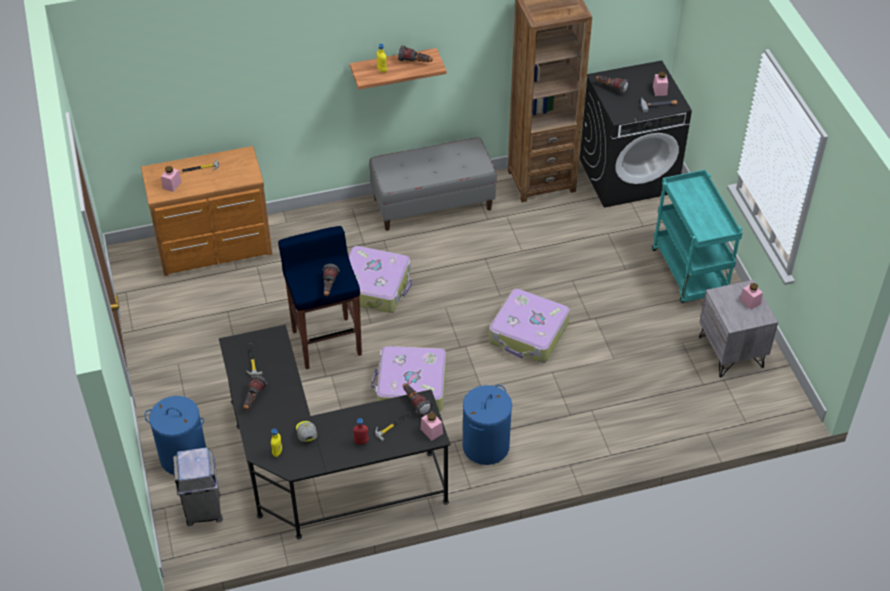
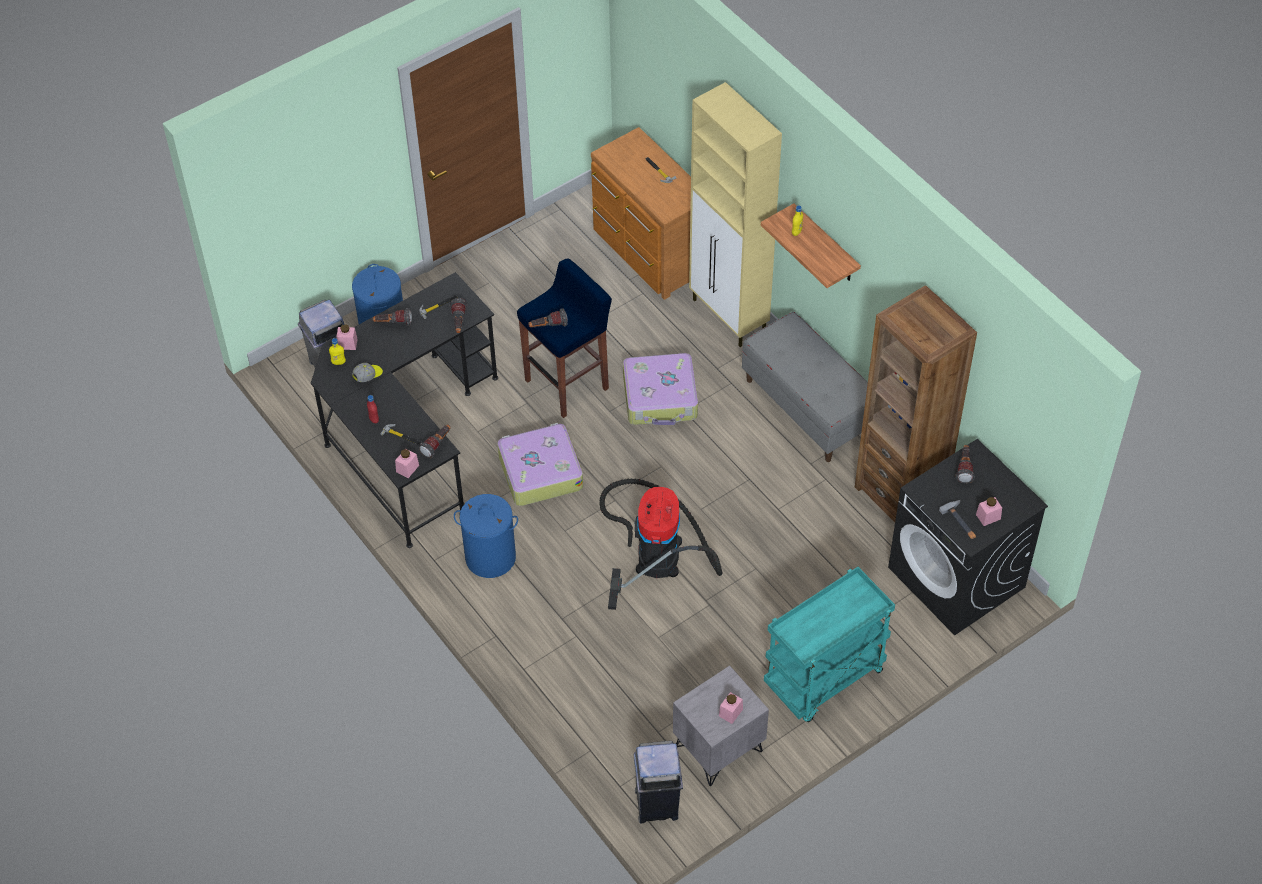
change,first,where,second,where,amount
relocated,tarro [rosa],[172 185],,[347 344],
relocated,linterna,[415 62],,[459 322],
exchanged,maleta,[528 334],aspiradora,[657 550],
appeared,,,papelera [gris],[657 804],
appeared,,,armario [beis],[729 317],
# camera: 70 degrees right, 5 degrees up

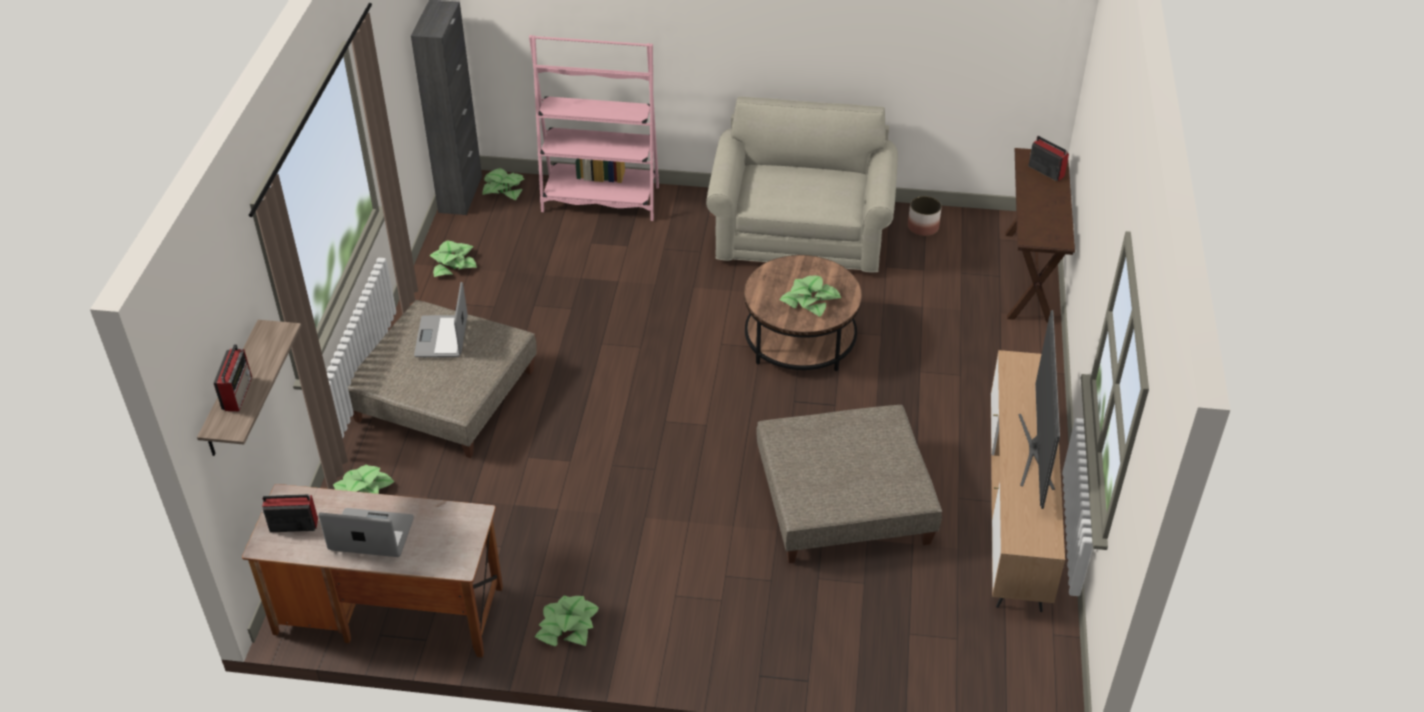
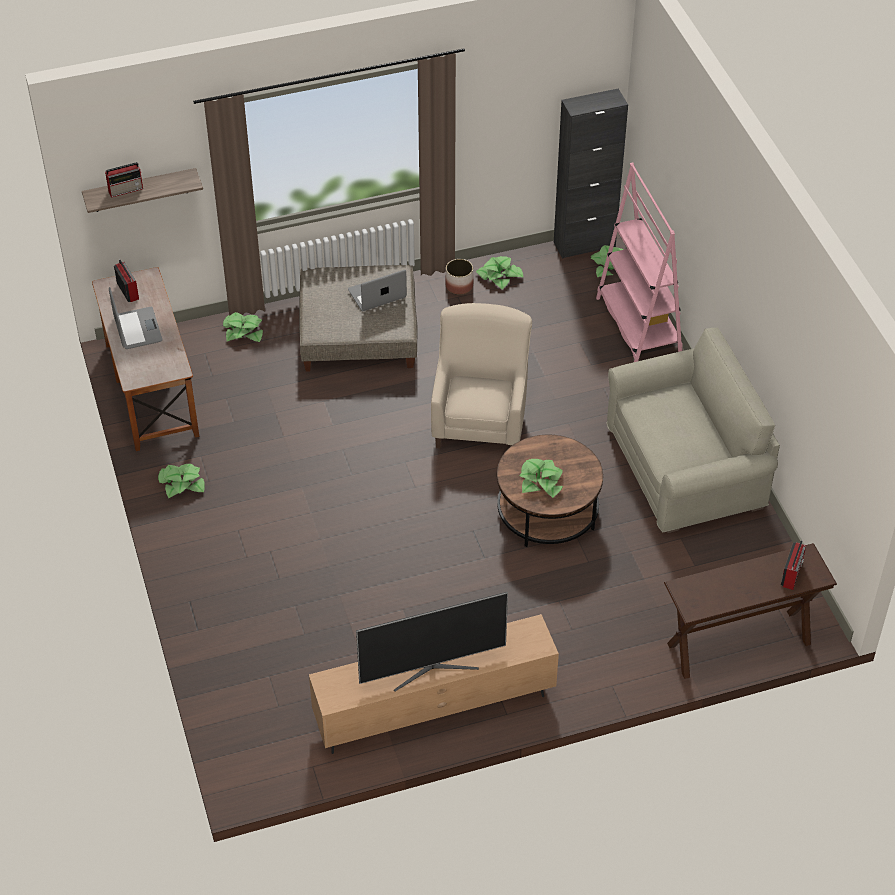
change,first,where,second,where,amount
missing,puf [beis],[843 501],,,
relocated,maceta,[923 227],,[459 286],
appeared,,,sillón [beis],[480 417],
# camera: 65 degrees right, 5 degrees up

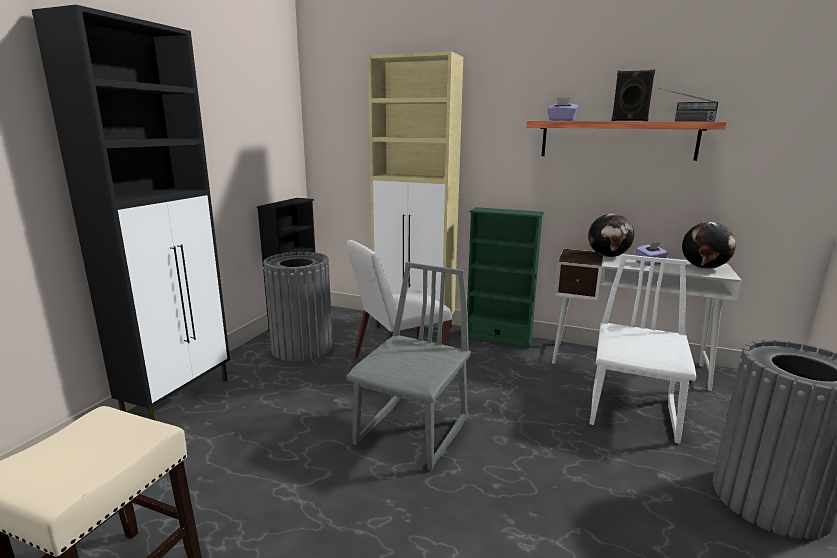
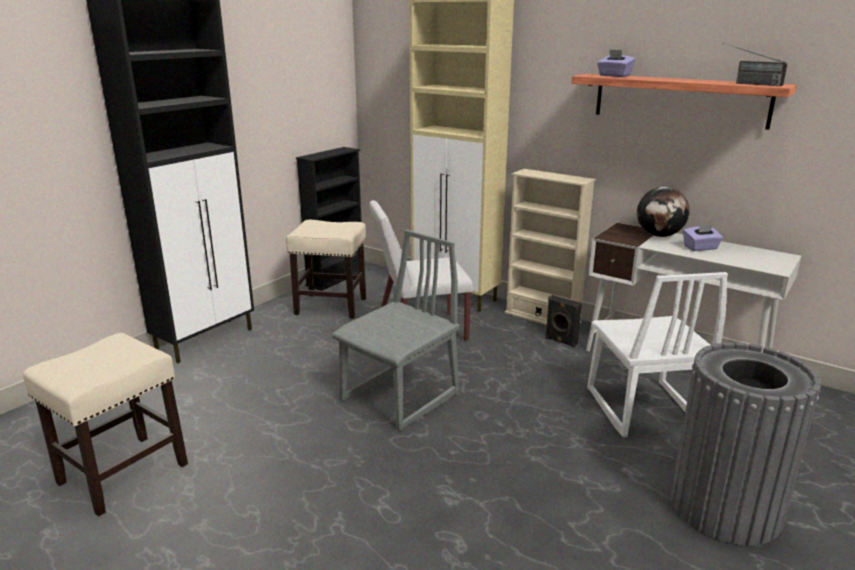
change,first,where,second,where,amount
exchanged,papelera [gris],[302 347],taburete [beis],[332 306],
colour,estantería [verde],[498 338],estantería [beis],[542 318],
spun,silla [blanco],[633 412],,[642 409],135 degrees clockwise
relocated,altavoz [negro],[629 121],,[560 341],
missing,globo terráqueo,[703 267],,,
# camera: 15 degrees right, 5 degrees up

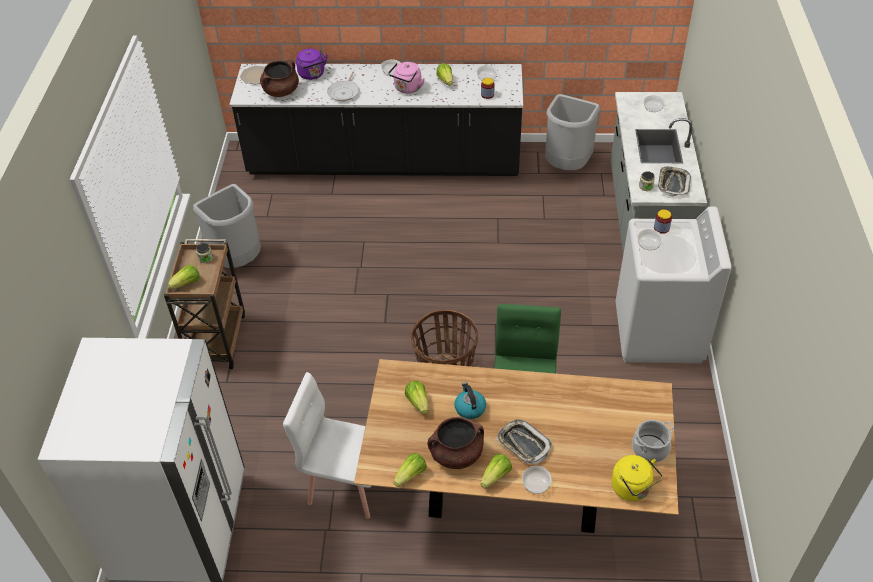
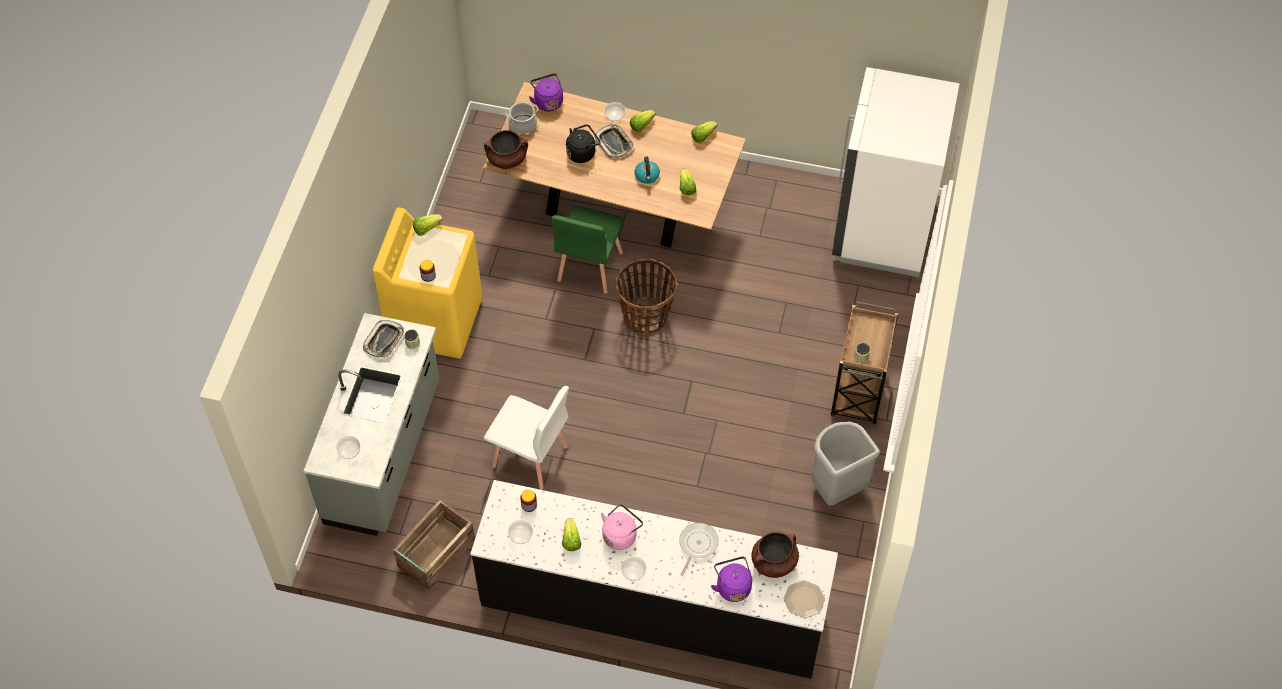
change,first,where,second,where,amount
relocated,lechuga,[187 283],,[426 228],
relocated,silla [blanco],[347 484],,[530 457],
relocated,olla [marrón],[456 454],,[507 159],
exchanged,papelera [gris],[566 166],caja de embalaje,[435 554],
colour,hervidor [amarillo],[633 488],hervidor [morado],[547 101],
colour,lavadora [blanco],[659 333],lavadora [amarillo],[435 321],
missing,cuenco,[649 244],,,
appeared,,,hervidor [negro],[582 153],
# camera: 170 degrees left, 10 degrees up

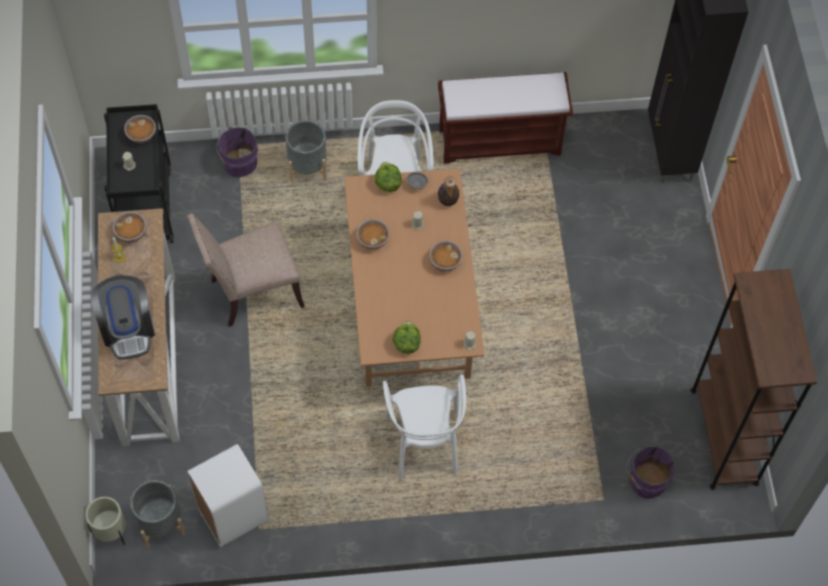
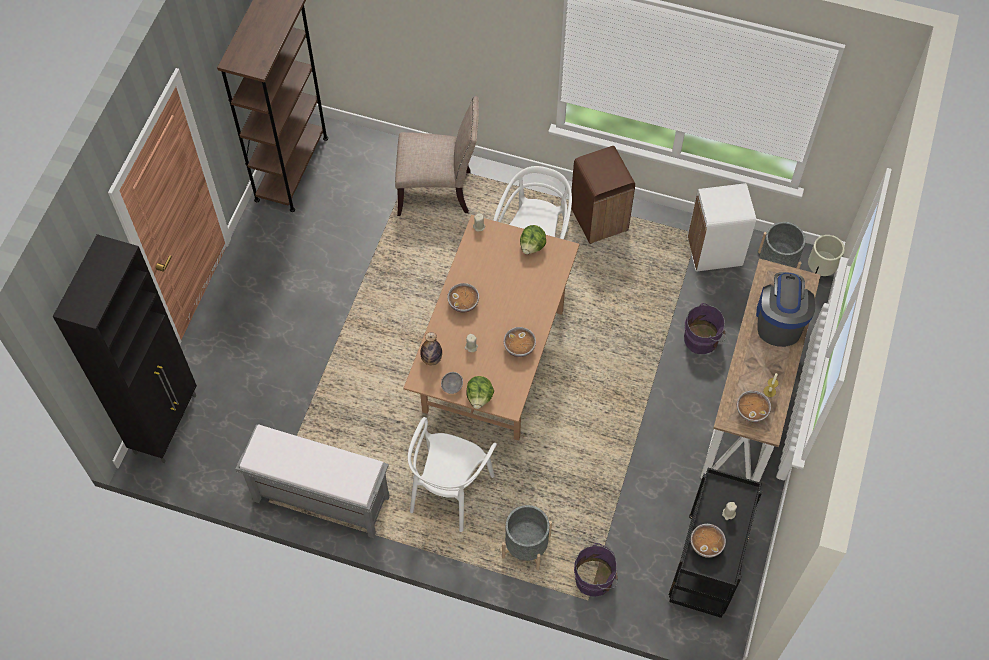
change,first,where,second,where,amount
relocated,silla [beis],[252 292],,[438 191],
colour,banco [marrón],[501 141],banco [gris],[320 499],
relocated,cubo [morado],[646 481],,[702 339],
appeared,,,papelera [marrón],[599 219],
# camera: 155 degrees left, 0 degrees up

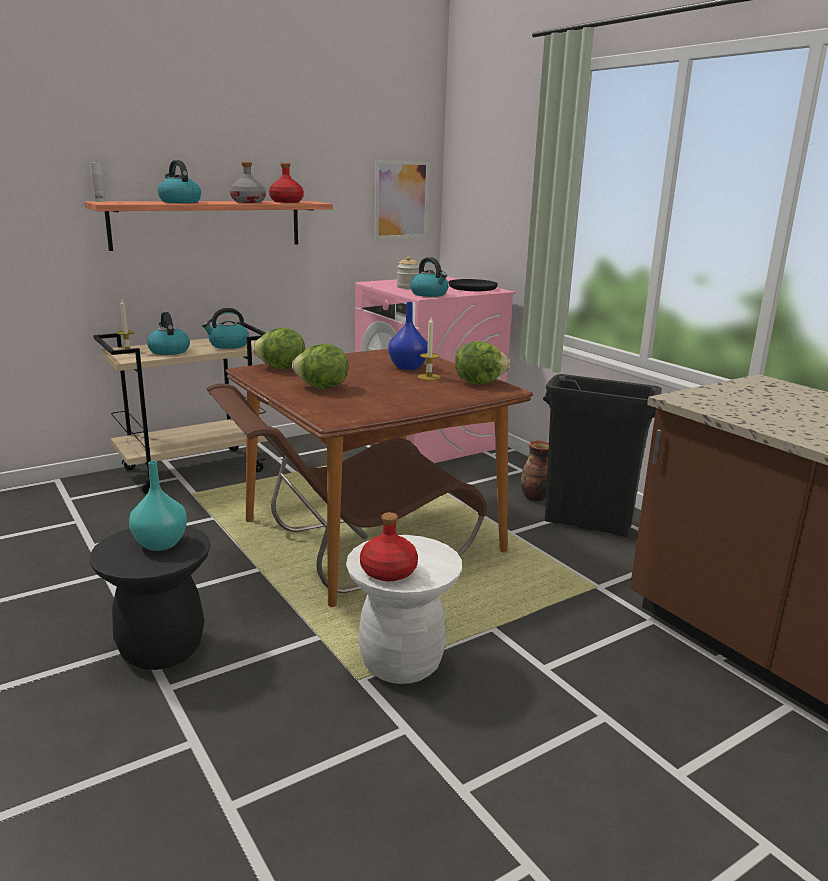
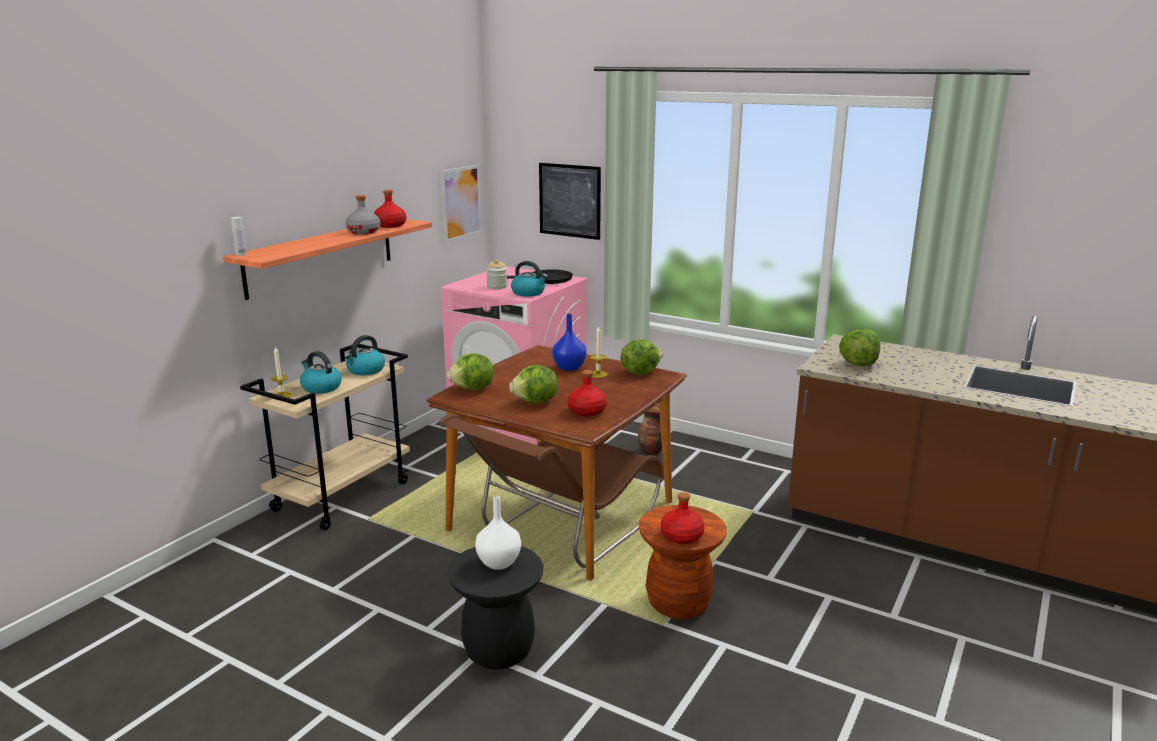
change,first,where,second,where,amount
colour,florero [turquesa],[161 543],florero [blanco],[499 562],
missing,hervidor,[179 202],,,
colour,taburete [blanco],[401 662],taburete [marrón],[678 603],
missing,papelera [negro],[588 524],,,
appeared,,,cuadro,[569 200],
appeared,,,botella [rojo],[587 411],
appeared,,,lechuga,[858 364],
# camera: 25 degrees left, 0 degrees up

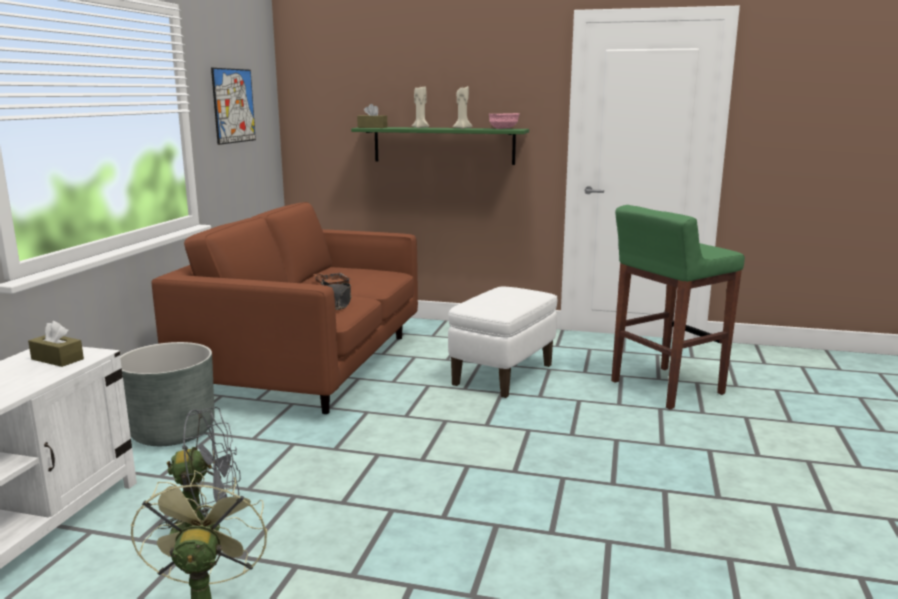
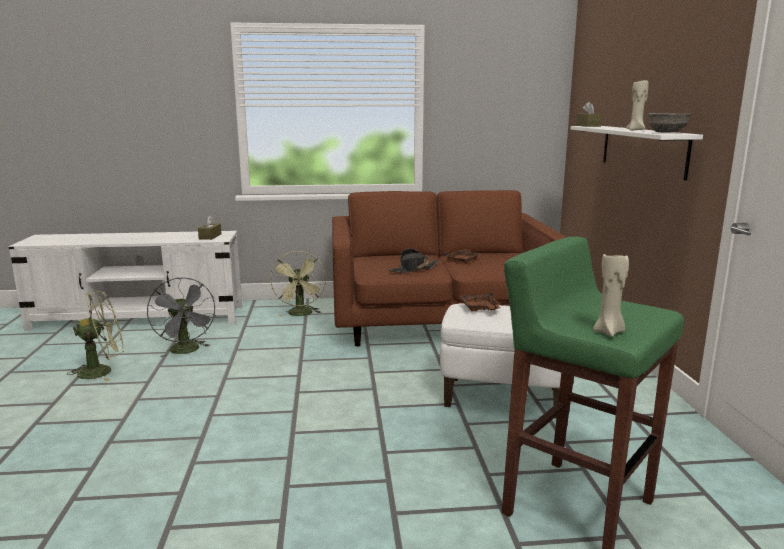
change,first,where,second,where,amount
exchanged,maceta [gris],[172 432],ventilador [verde],[301 314],
missing,cuadro,[233 106],,,
colour,estante [verde],[443 145],estante [blanco],[642 150],
relocated,vela [beis],[420 128],,[609 332],
colour,cuenco [rosa],[503 129],cuenco [gris],[666 132],
appeared,,,bandeja [marrón],[480 309],
# camera: 70 degrees right, 0 degrees up

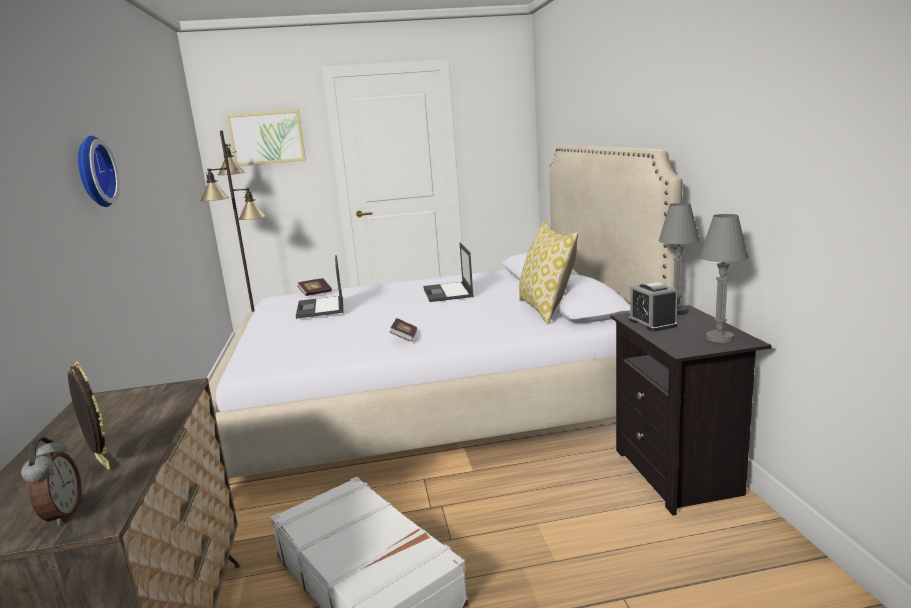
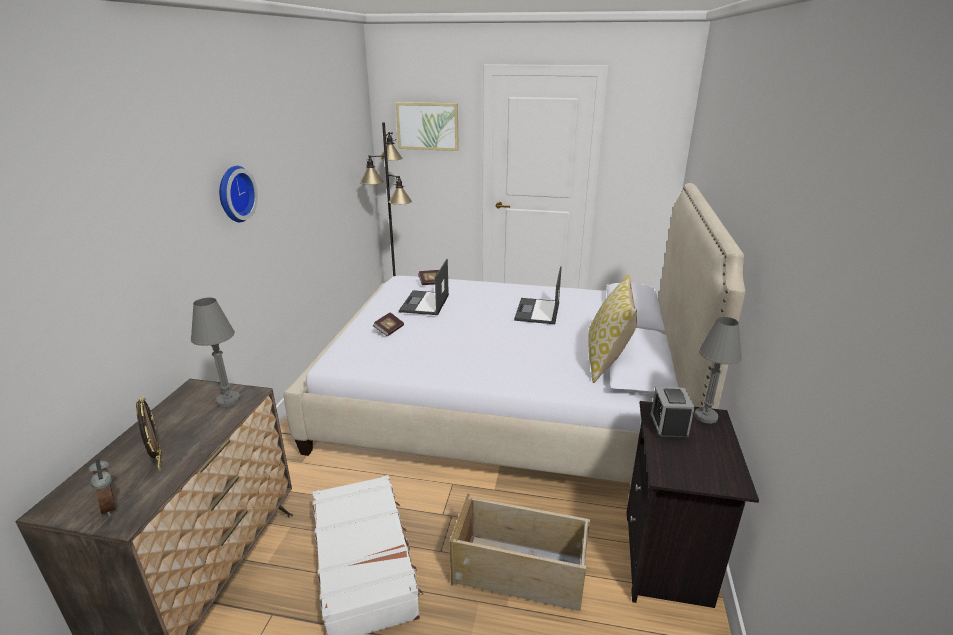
change,first,where,second,where,amount
spun,despertador,[62 514],,[112 506],135 degrees clockwise
relocated,libro,[404 337],,[389 330],
relocated,lámpara de mesa [gris],[719 338],,[228 400],
appeared,,,caja de almacenaje [beis],[520 571],
# camera: 20 degrees right, 10 degrees up

